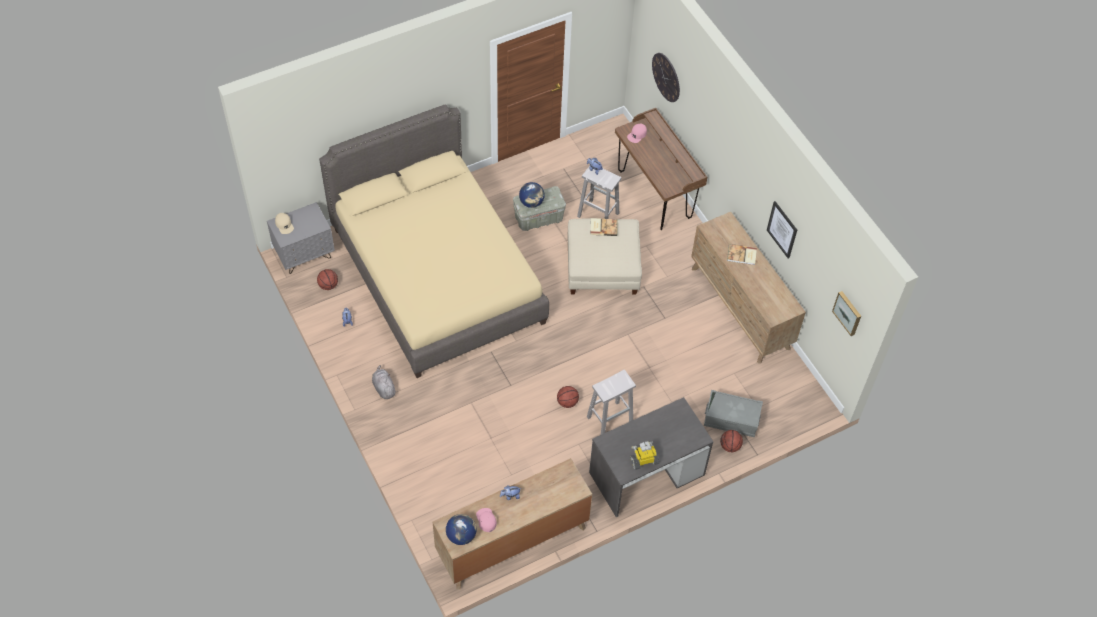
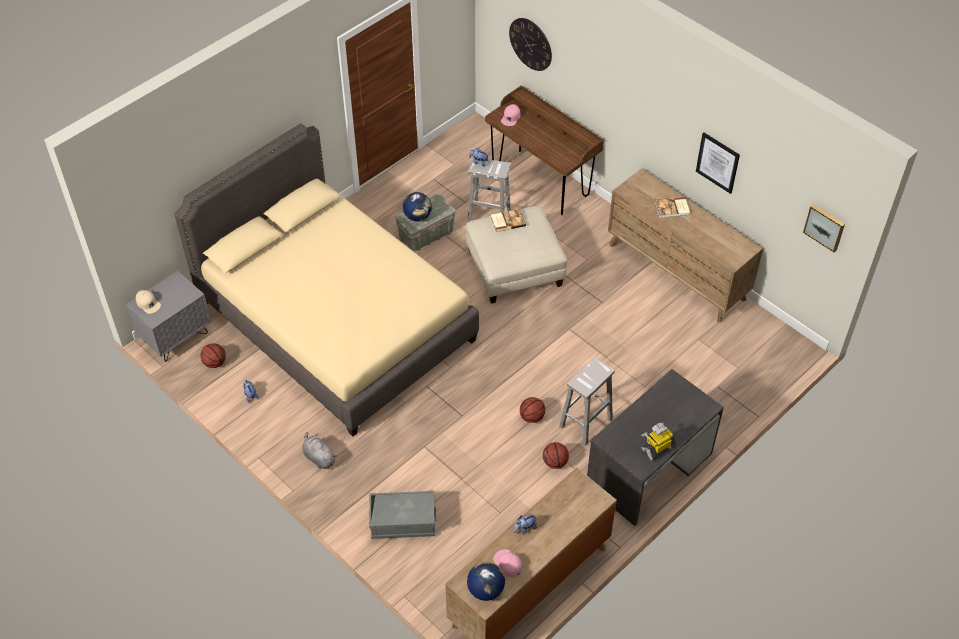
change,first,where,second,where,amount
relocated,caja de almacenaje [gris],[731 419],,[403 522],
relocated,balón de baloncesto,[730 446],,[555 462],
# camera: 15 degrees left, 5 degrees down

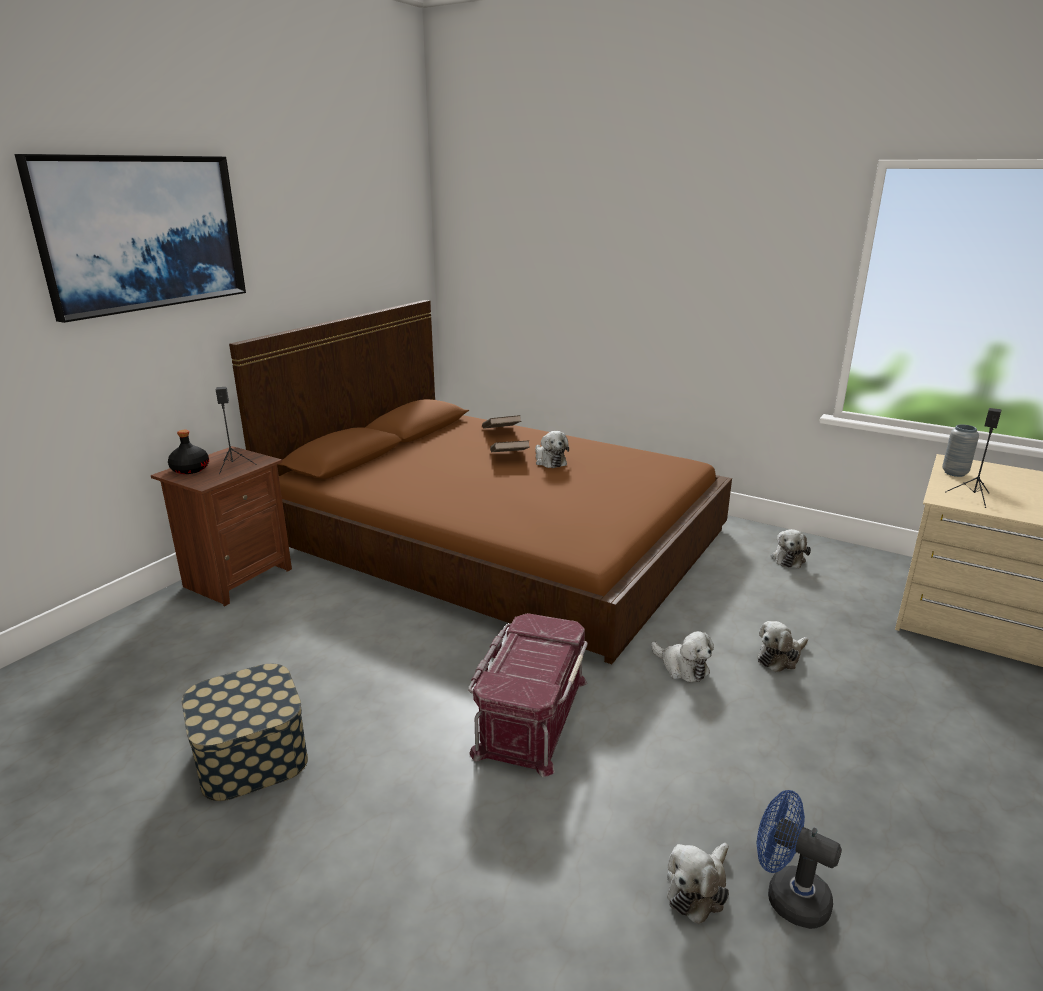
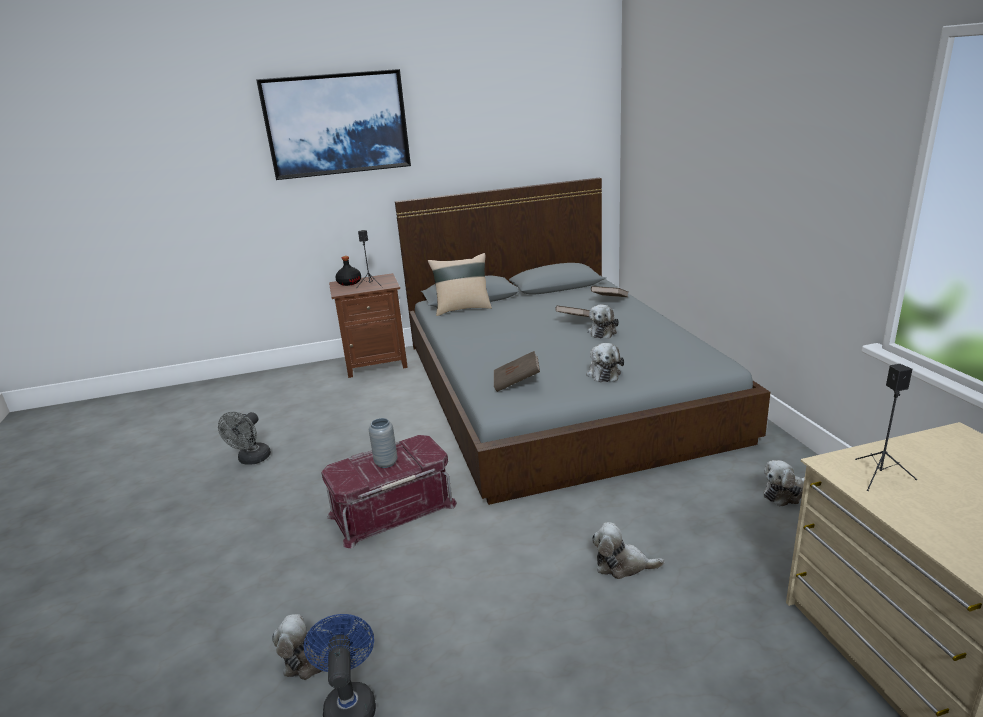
change,first,where,second,where,amount
exchanged,caja de almacenaje,[251 755],ventilador [gris],[252 460],
colour,cama [marrón],[497 536],cama [gris],[556 387],
relocated,peluche,[682 667],,[603 373],
relocated,florero [gris],[954 473],,[386 463],
appeared,,,cojín [beis],[462 309],
appeared,,,libro [marrón],[516 383],
# camera: 45 degrees right, 0 degrees up

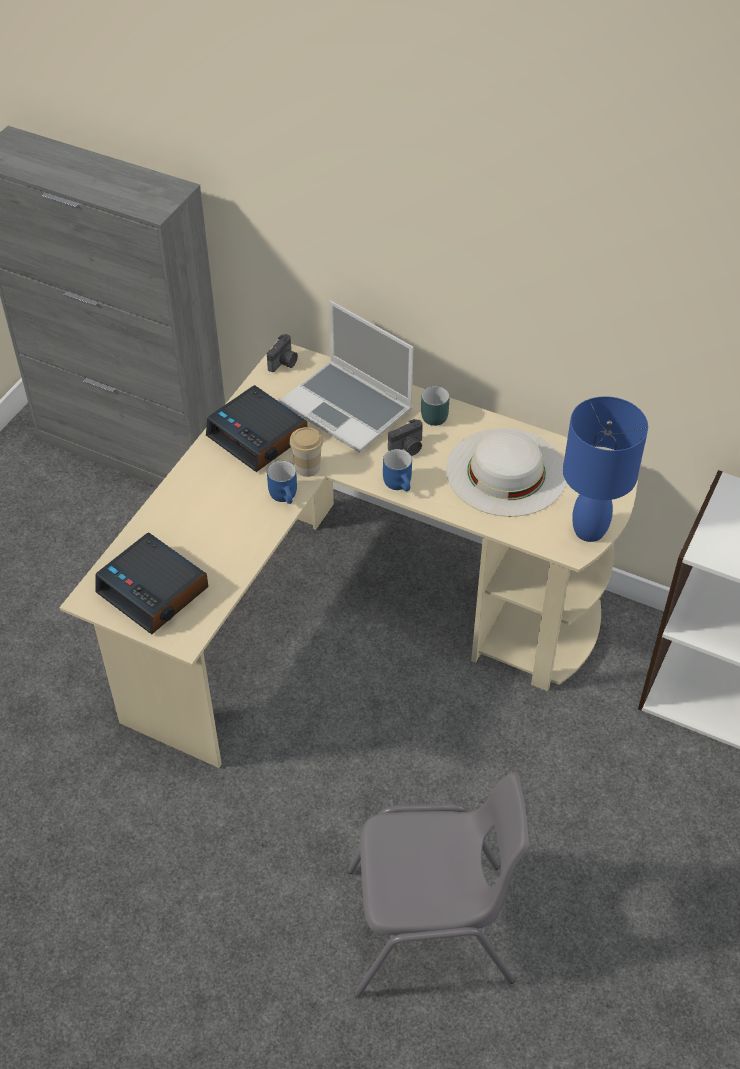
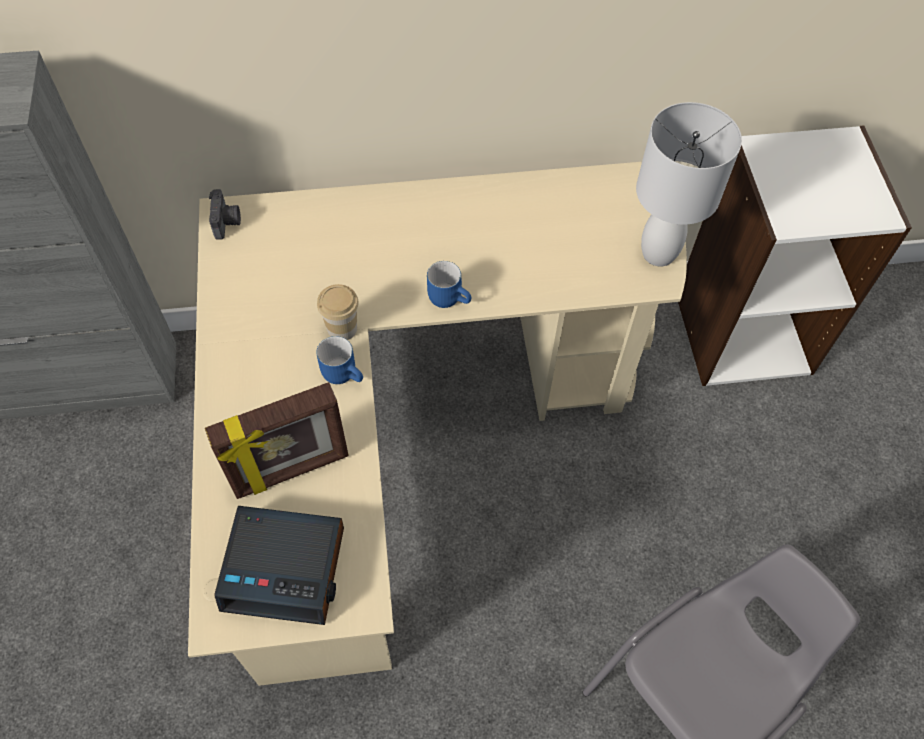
change,first,where,second,where,amount
missing,despertador,[258 436],,,
missing,portátil,[349 408],,,
missing,cámara,[407 448],,,
missing,taza grande [turquesa],[431 414],,,
missing,sombrero [blanco],[506 471],,,
colour,lámpara de mesa [azul],[588 530],lámpara de mesa [blanco],[657 254],
appeared,,,portarretratos,[291 471],
# camera: 35 degrees left, 10 degrees up

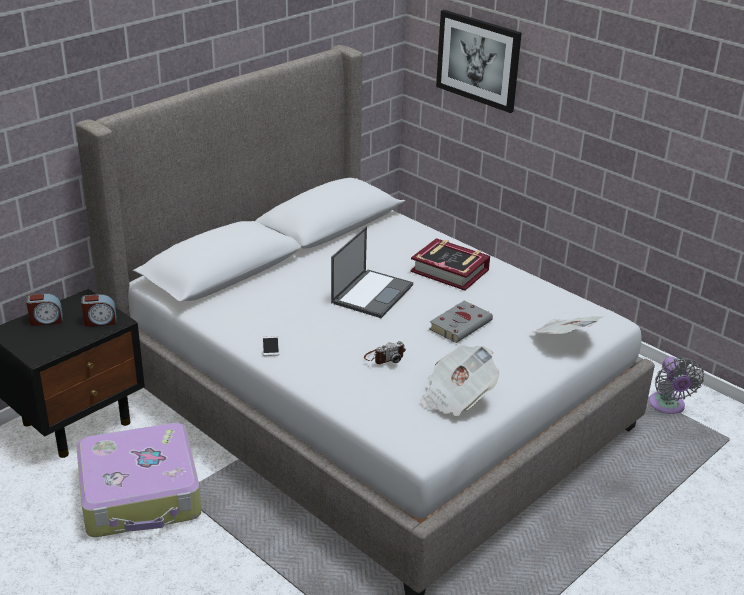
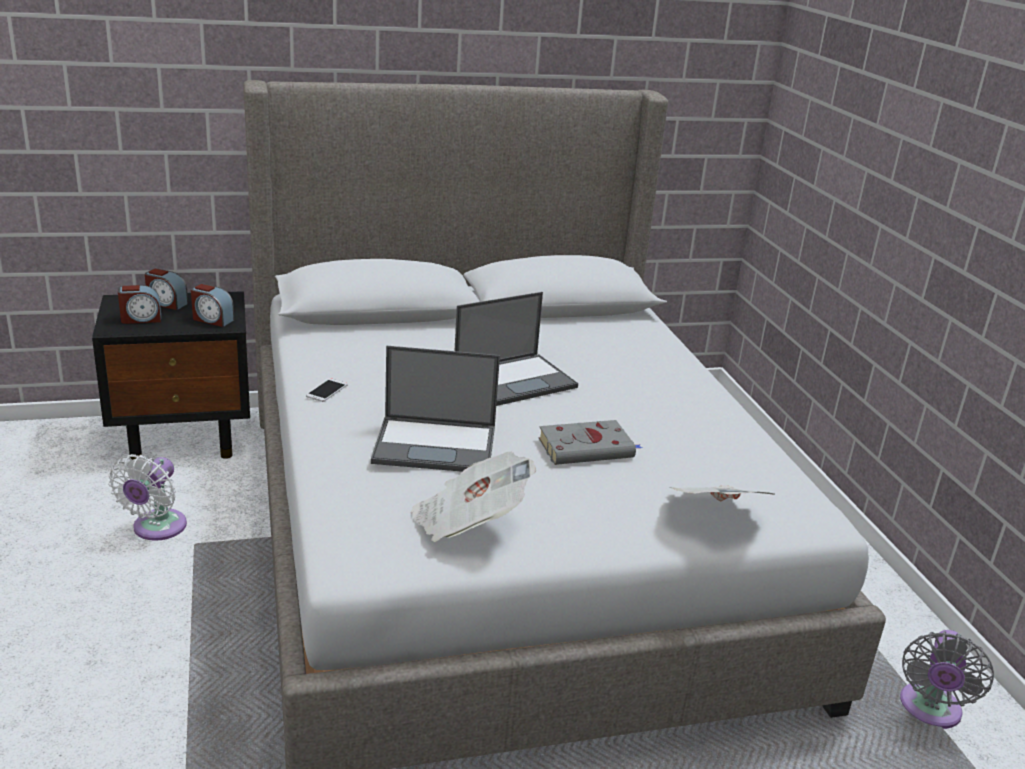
change,first,where,second,where,amount
exchanged,maleta,[141 495],ventilador [blanco],[156 529],
exchanged,cámara,[384 357],portátil,[437 445],
missing,libro,[450 270],,,
missing,cuadro,[478 60],,,
appeared,,,despertador,[141 319],
# camera: 30 degrees right, 5 degrees down

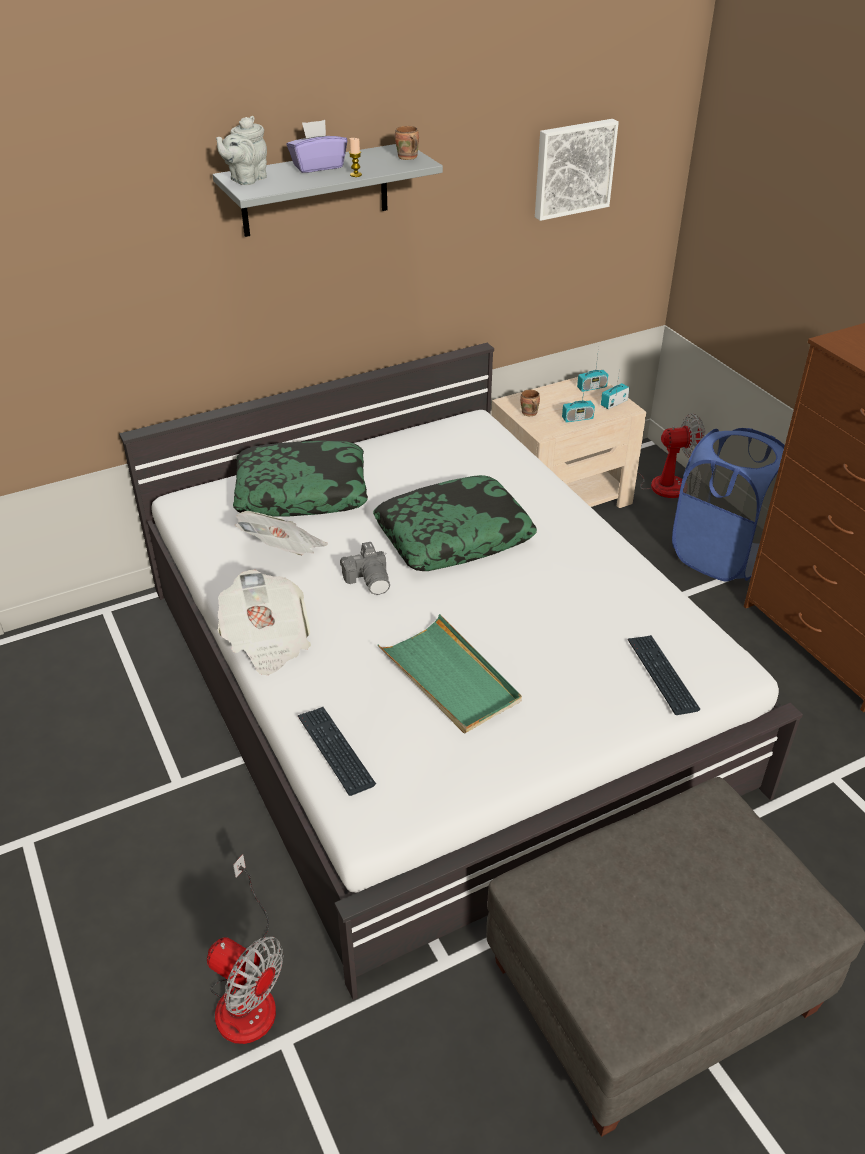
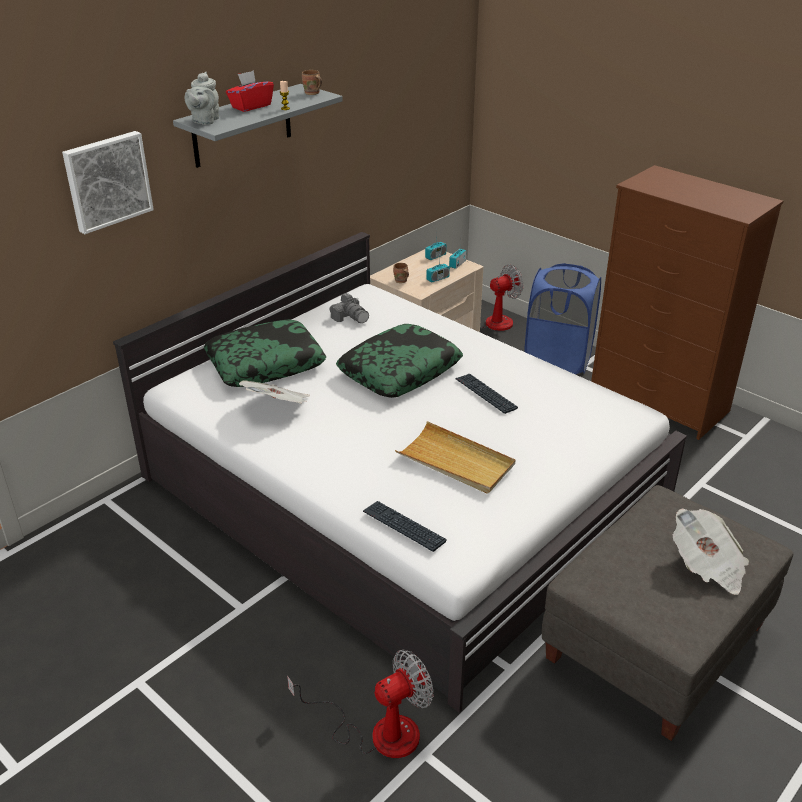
change,first,where,second,where,amount
spun,ventilador,[246 991],,[378 732],45 degrees counterclockwise
relocated,periódico,[267 641],,[707 566],
colour,caja de pañuelos [morado],[318 166],caja de pañuelos [rojo],[251 106],
relocated,cámara,[369 579],,[350 317],
colour,bandeja [verde],[450 678],bandeja [beis],[456 461],
relocated,cuadro,[573 168],,[107 181],
relocated,teclado,[662 675],,[486 394],
# camera: 20 degrees left, 5 degrees down

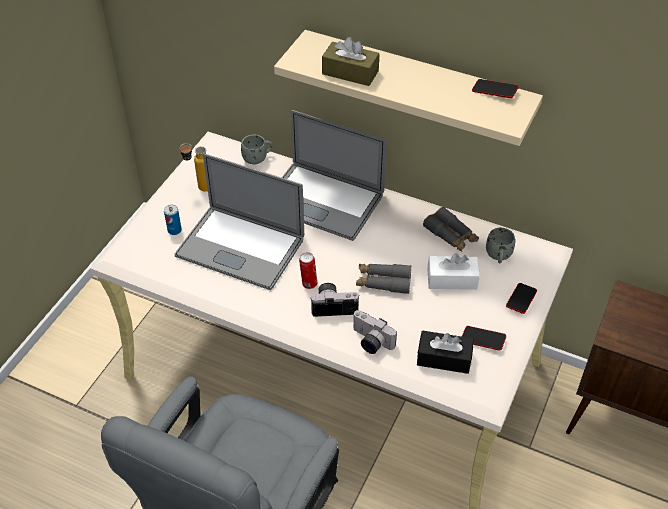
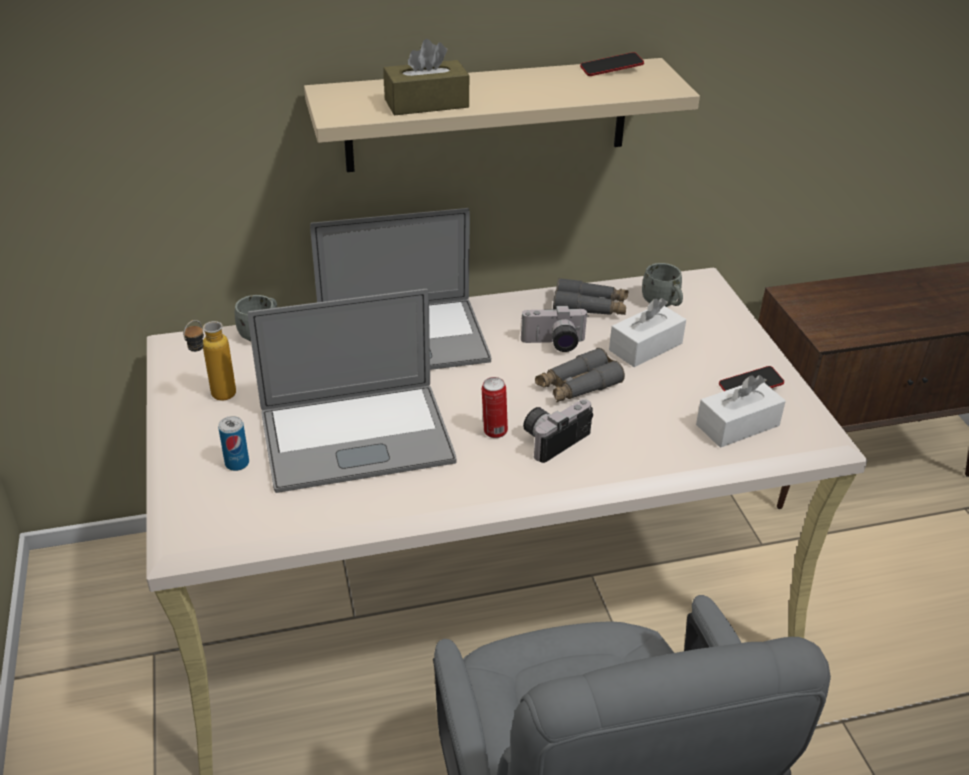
change,first,where,second,where,amount
relocated,cámara,[370 342],,[554 344],
colour,caja de pañuelos [negro],[444 358],caja de pañuelos [blanco],[737 425],
missing,móvil,[521 300],,,
# camera: 40 degrees left, 10 degrees down

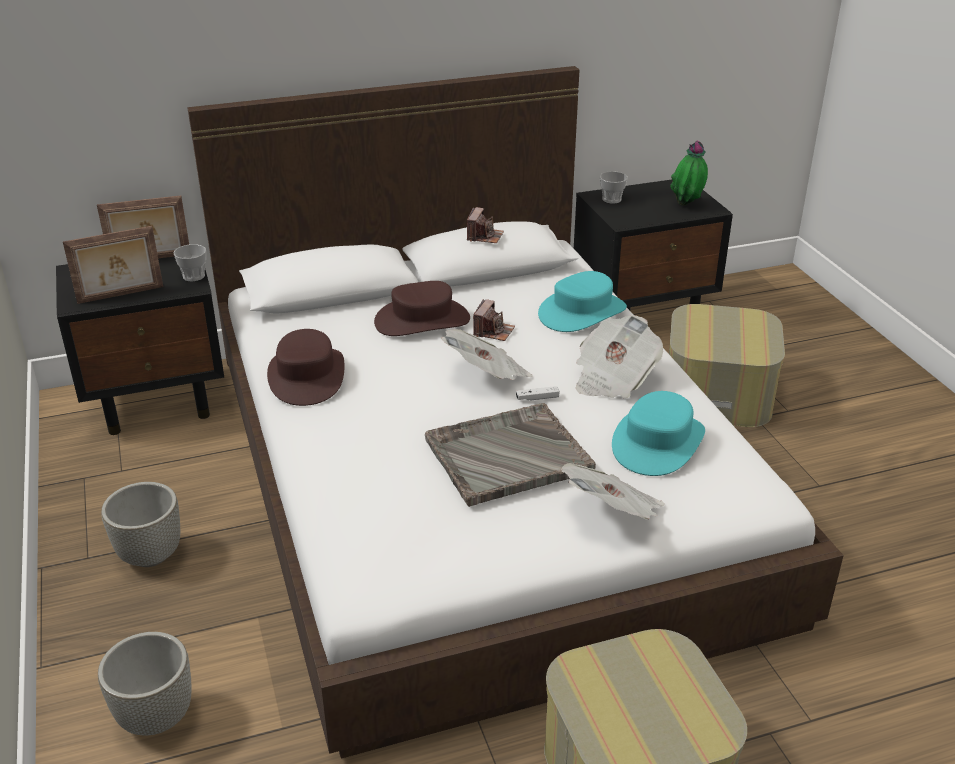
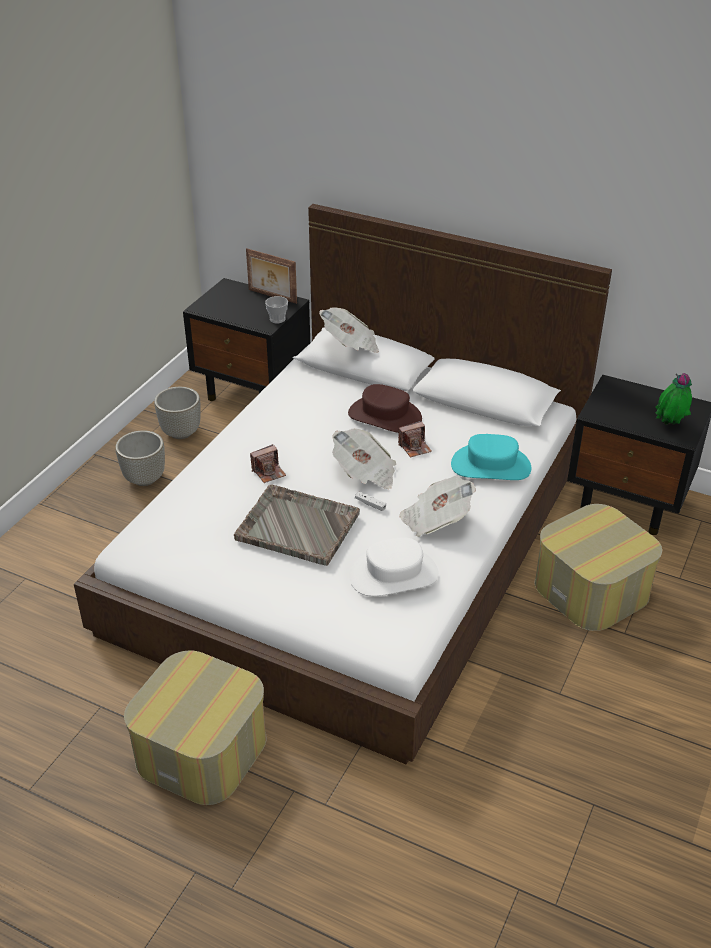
change,first,where,second,where,amount
missing,portarretratos,[121 295],,,
relocated,maceta [gris],[155 716],,[181 432],
missing,sombrero [marrón],[307 376],,,
relocated,cámara,[484 236],,[269 472],
relocated,periódico,[613 512],,[350 344],
missing,taza,[611 199],,,
colour,sombrero [turquesa],[657 442],sombrero [blanco],[393 574],
# camera: 45 degrees right, 5 degrees up

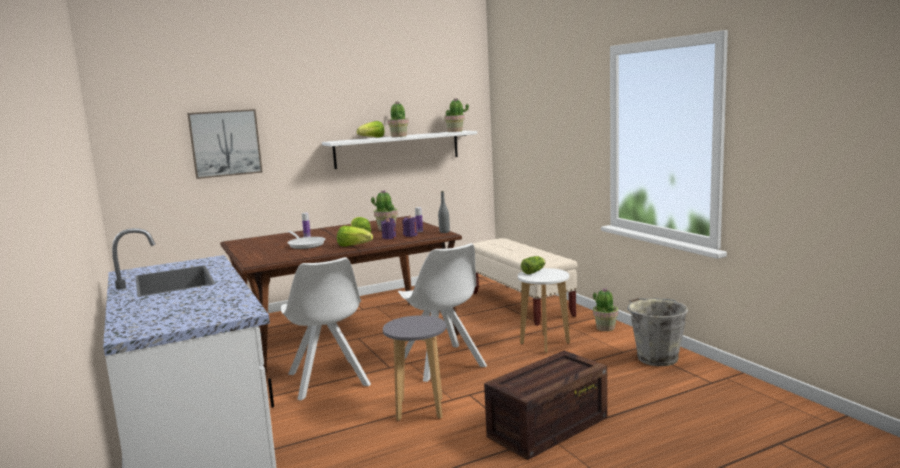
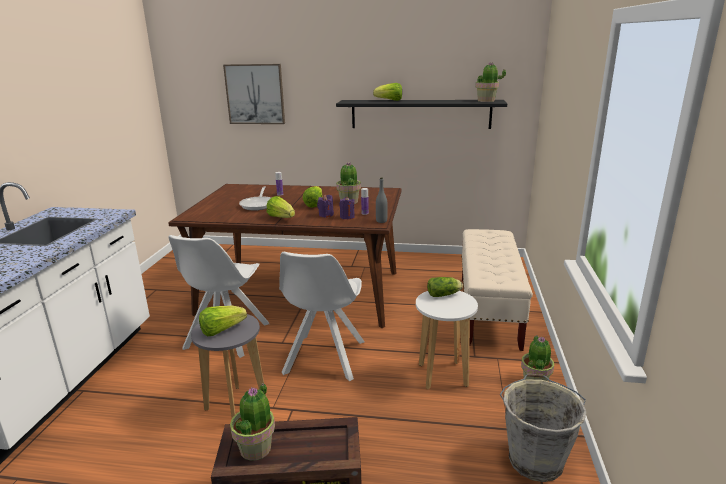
change,first,where,second,where,amount
colour,estante [blanco],[397 149],estante [negro],[420 114],
relocated,planta en maceta,[399 136],,[256 448],
appeared,,,lechuga,[221 330],
# camera: 35 degrees right, 10 degrees up

